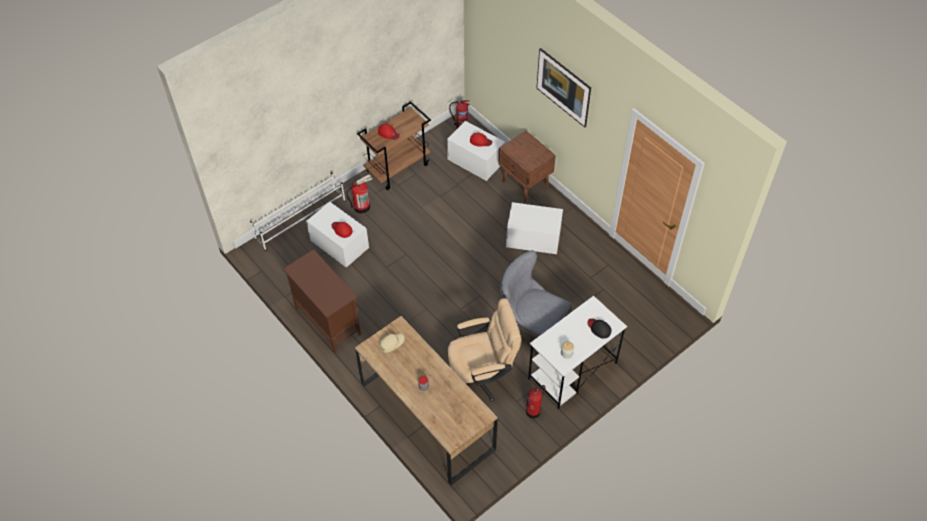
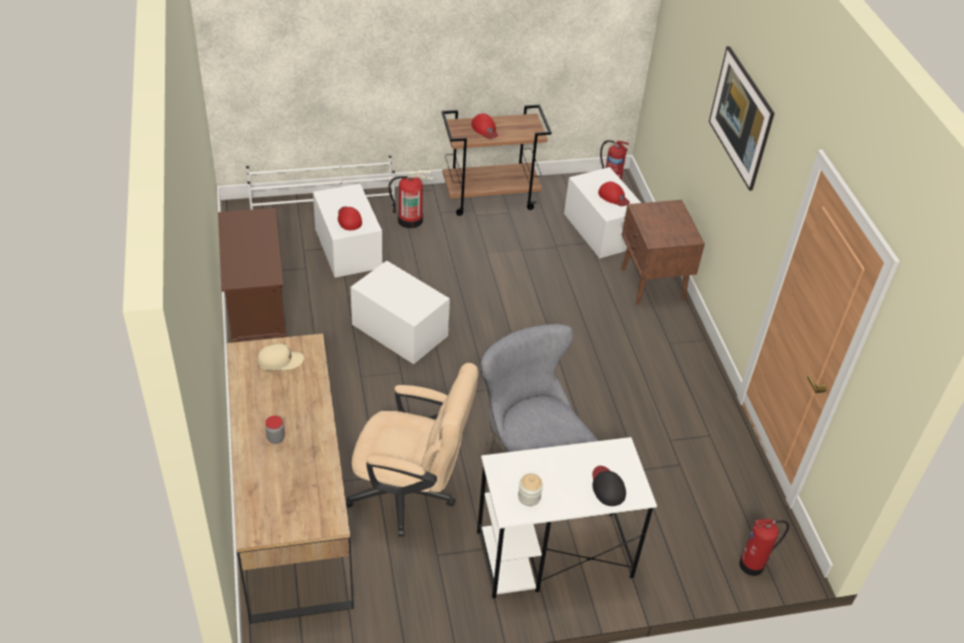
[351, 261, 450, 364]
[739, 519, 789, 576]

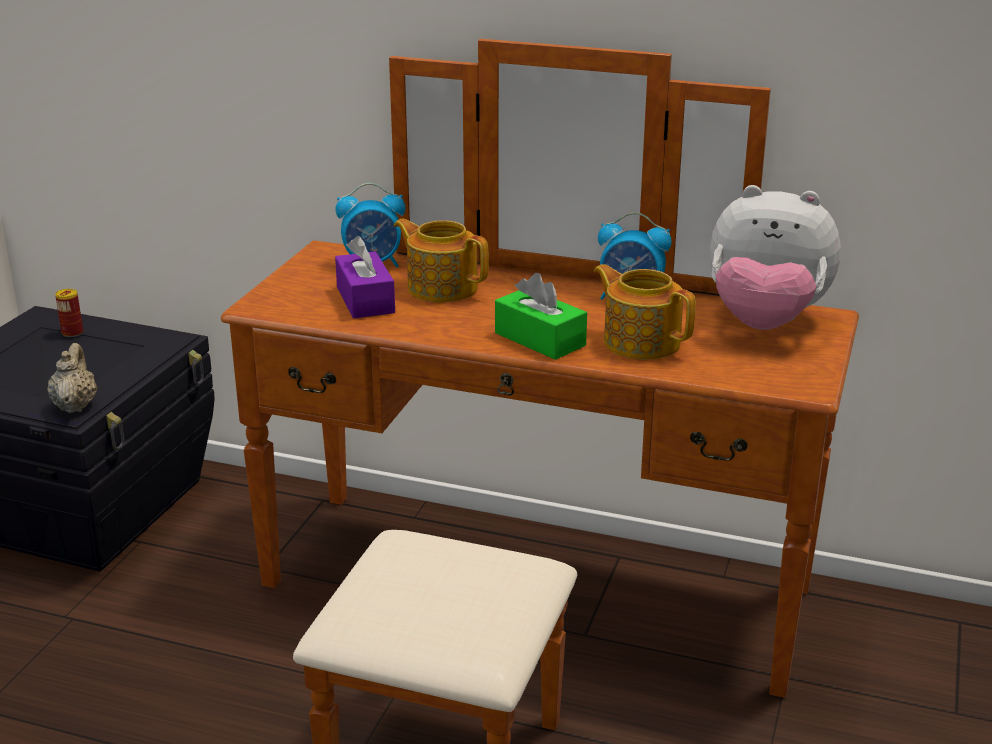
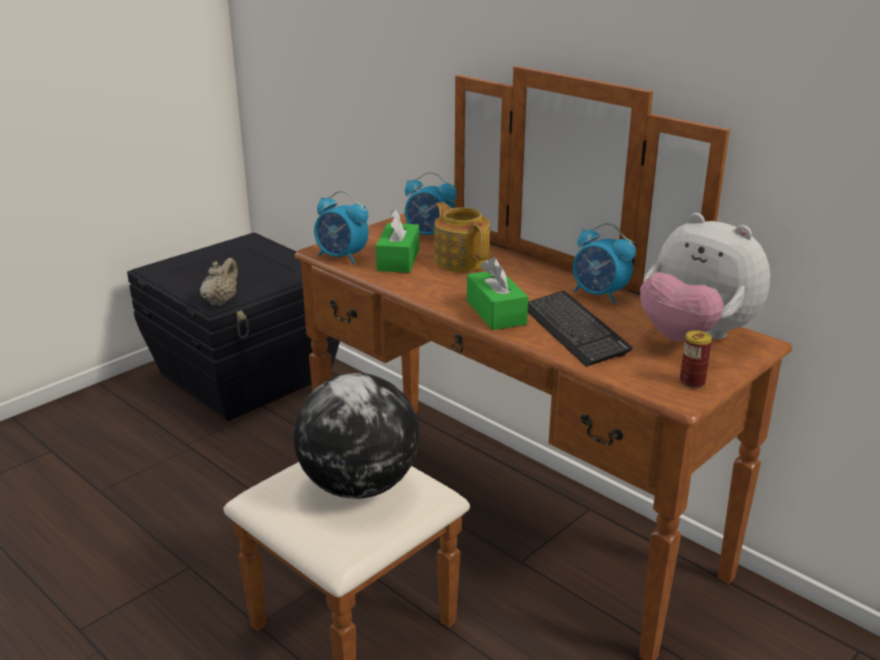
[294, 373, 419, 499]
[314, 191, 369, 264]
[376, 209, 419, 273]
[528, 291, 633, 367]
[680, 330, 712, 388]

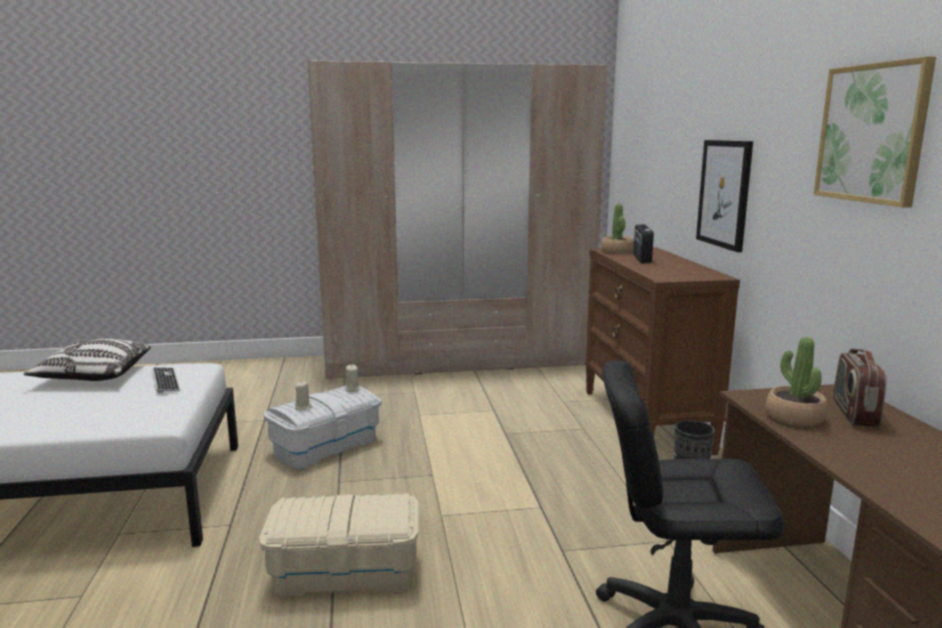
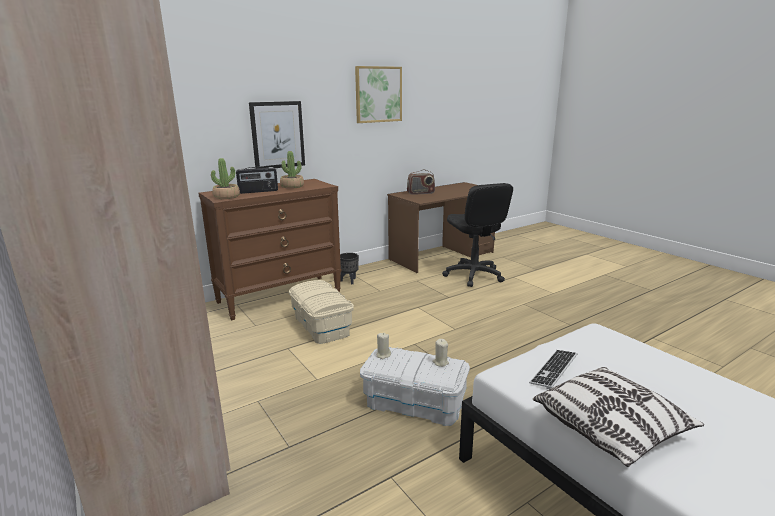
[280, 151, 304, 189]
[289, 280, 354, 344]

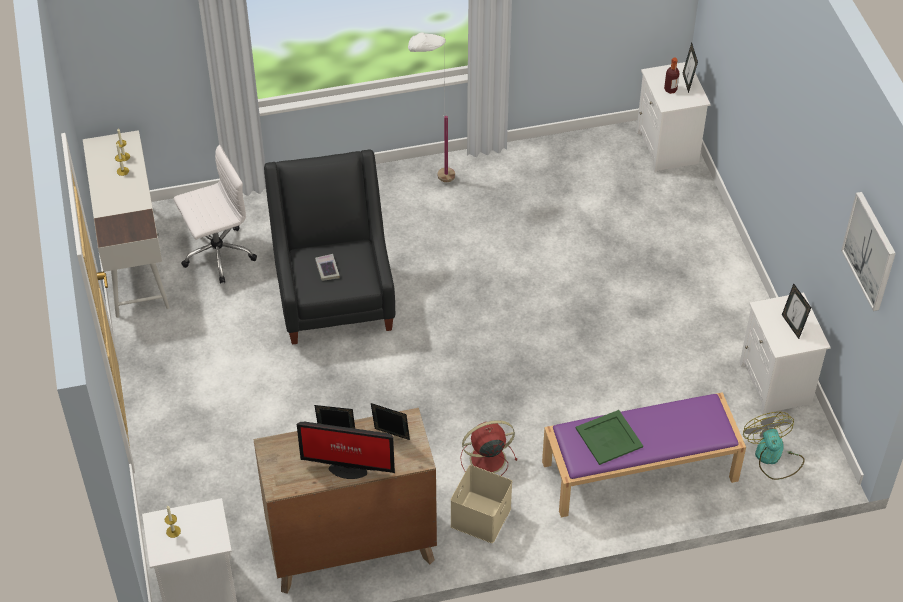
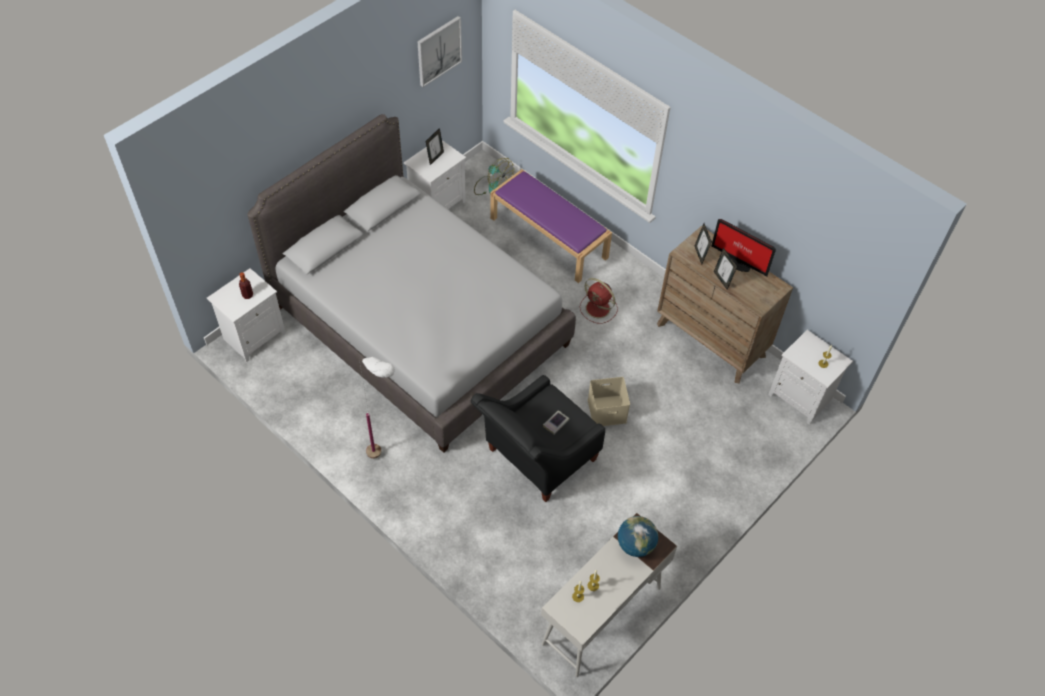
[247, 114, 576, 453]
[474, 158, 514, 195]
[588, 377, 630, 426]
[618, 516, 658, 557]
[711, 219, 776, 277]
[174, 145, 257, 284] (first image)
[576, 410, 643, 465] (first image)
[683, 42, 698, 93] (first image)

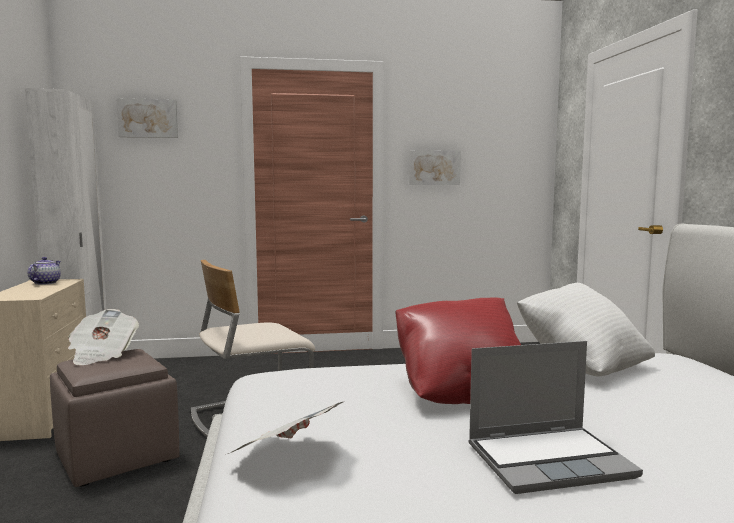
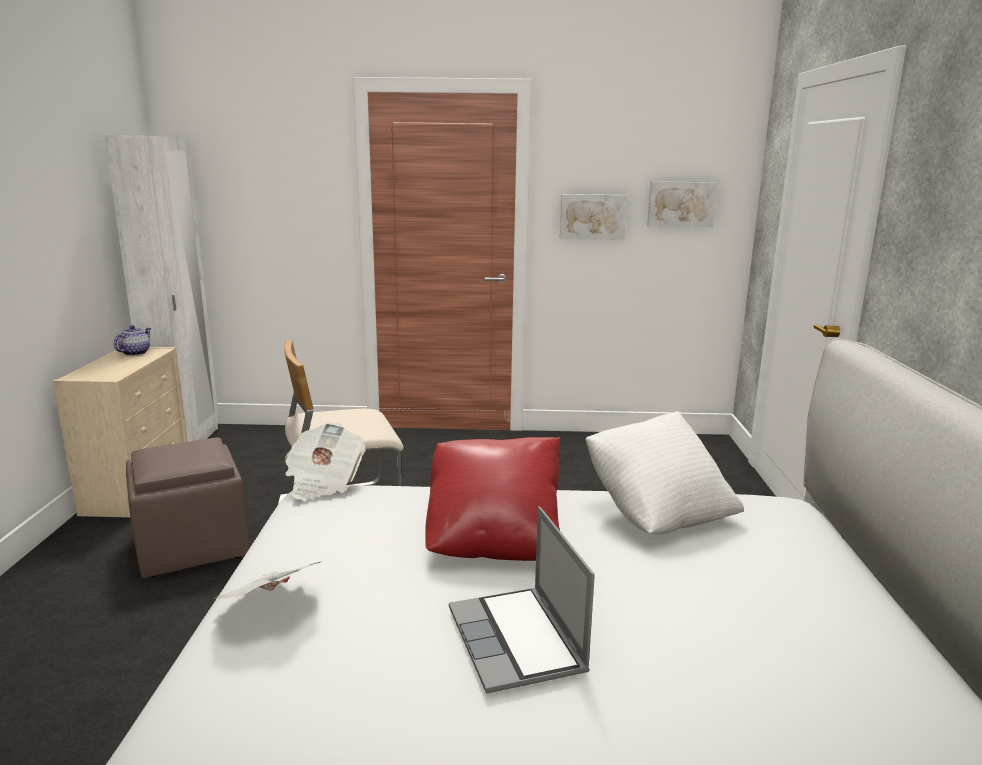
[285, 423, 366, 500]
[449, 506, 595, 694]
[647, 181, 718, 227]

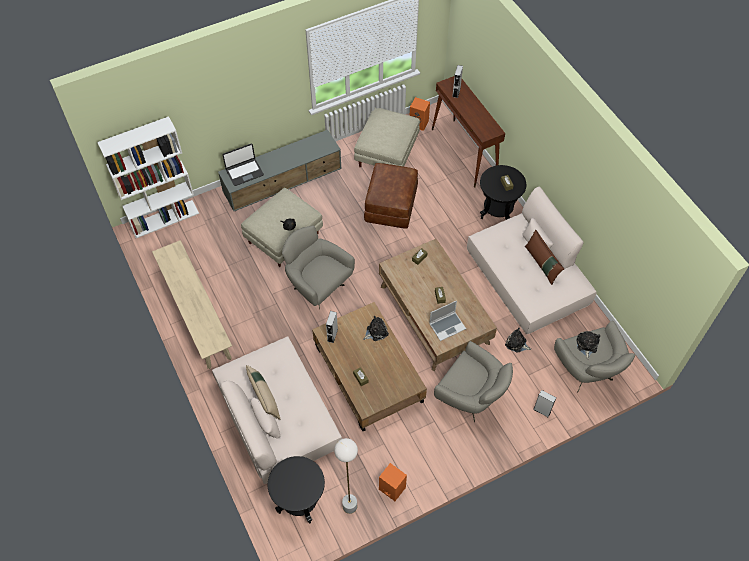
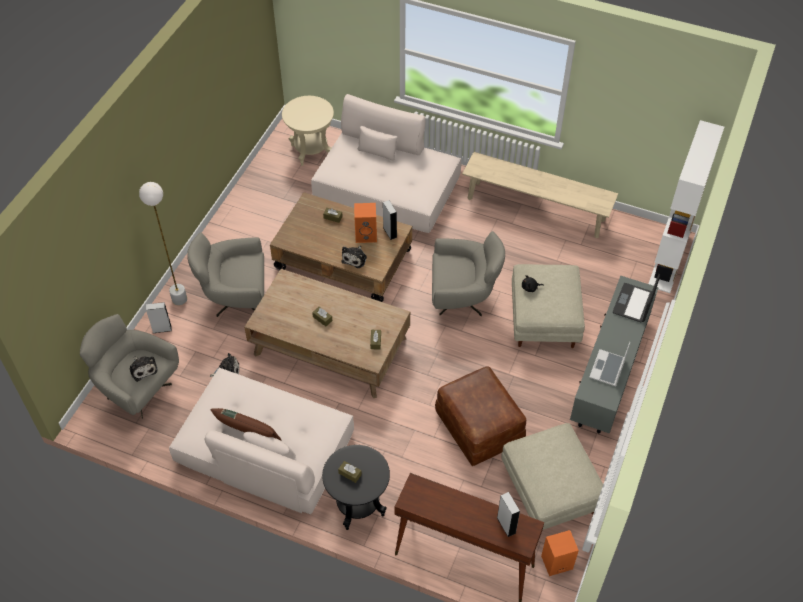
[139, 182, 187, 305]
[282, 96, 334, 166]
[354, 203, 377, 243]
[589, 342, 630, 386]
[246, 365, 280, 420] (first image)

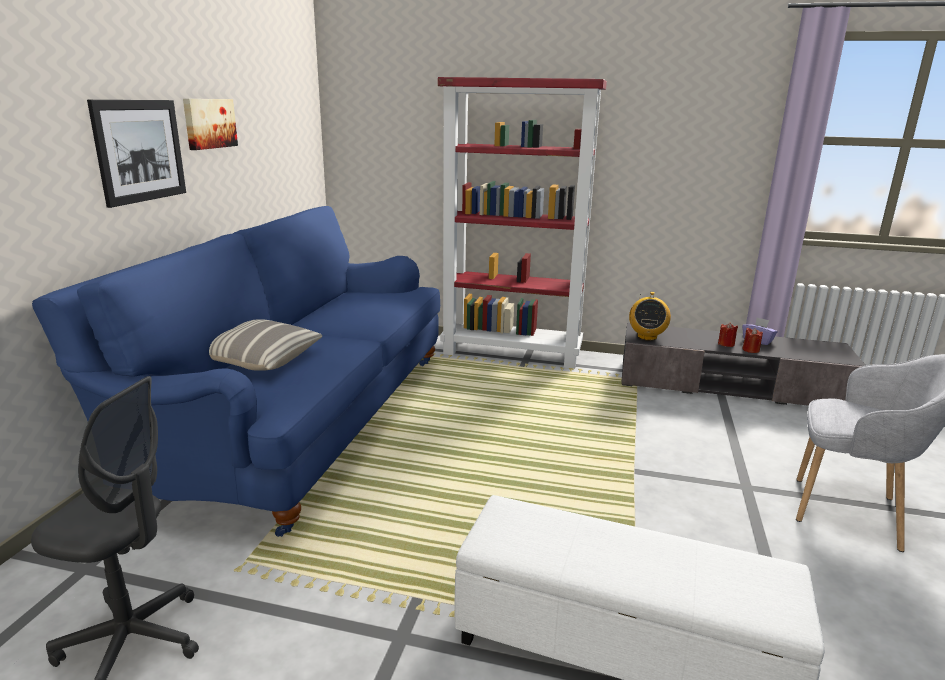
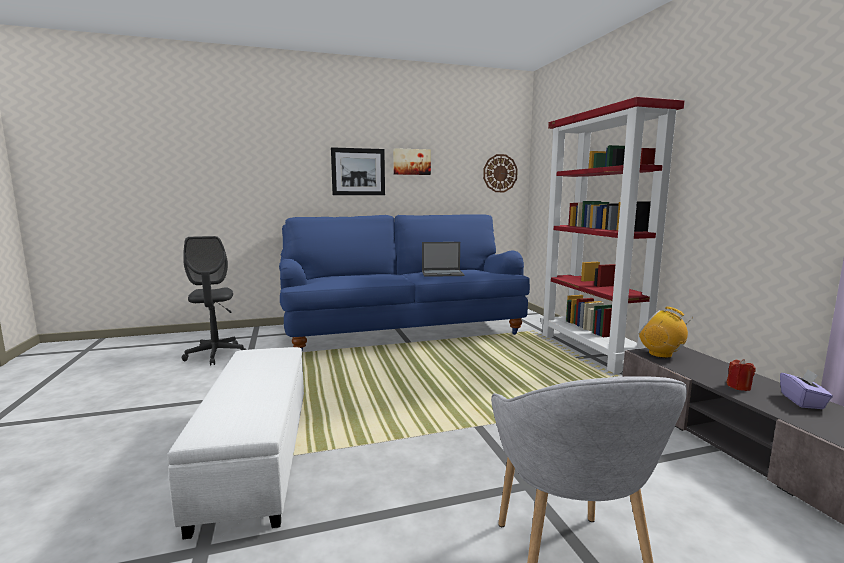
[422, 242, 465, 277]
[483, 154, 518, 192]
[638, 307, 694, 358]
[209, 319, 322, 371] (first image)
[742, 328, 763, 353] (first image)

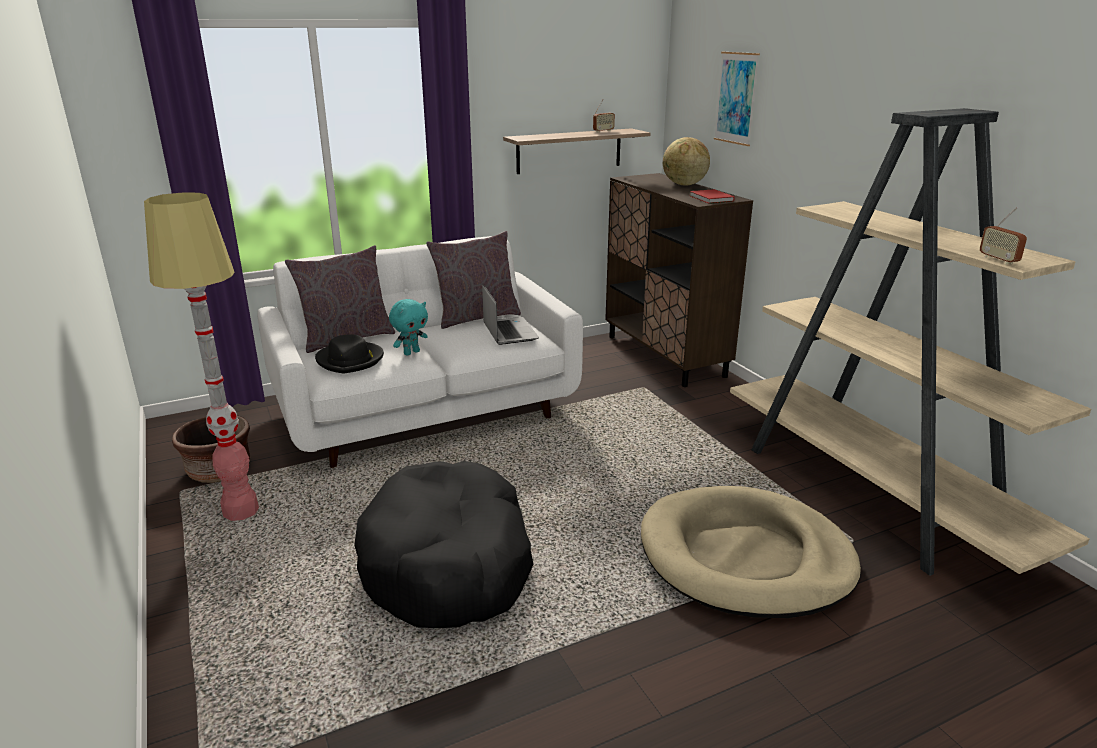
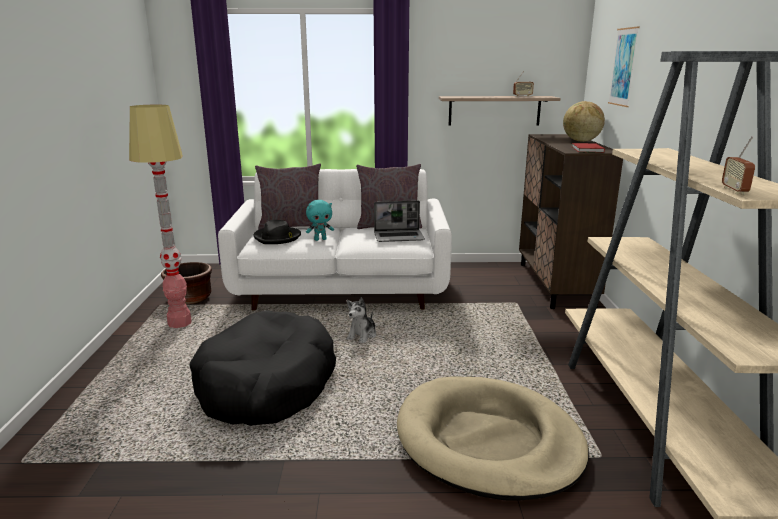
[346, 297, 376, 343]
[374, 200, 425, 242]

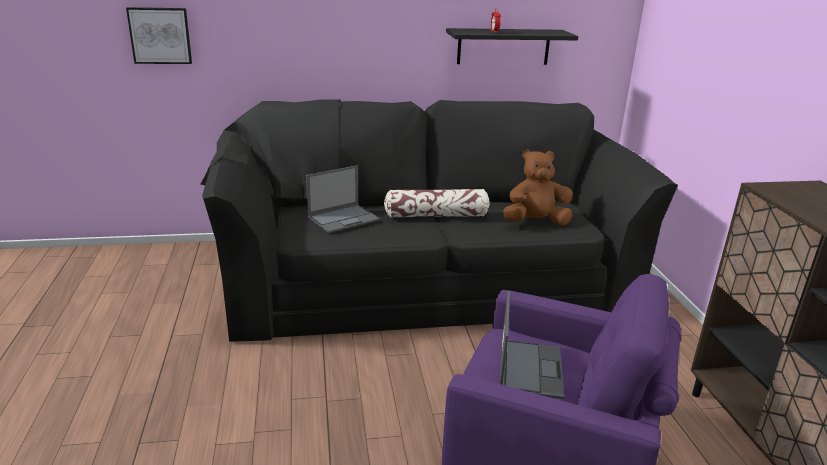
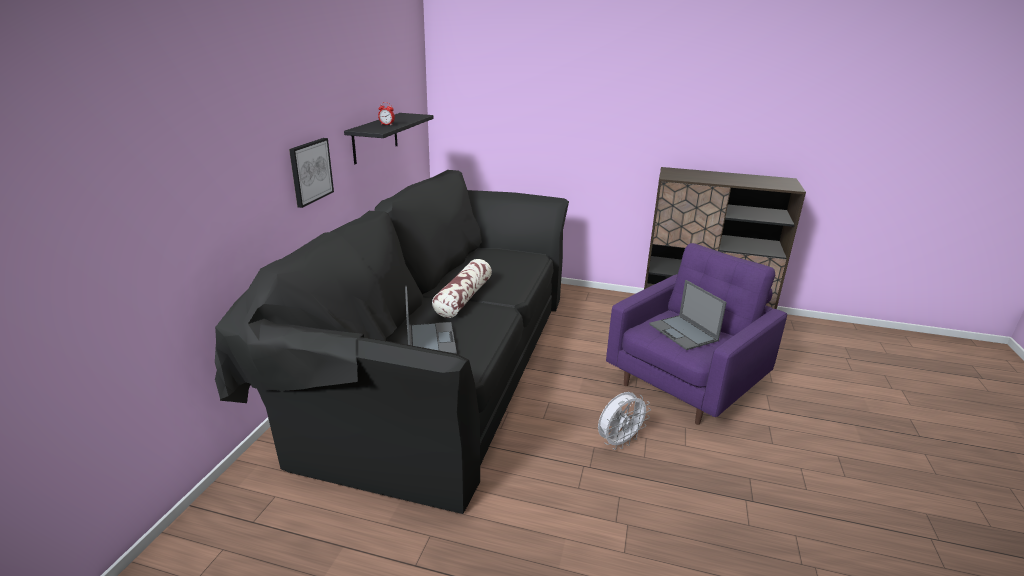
[289, 138, 334, 208]
[598, 392, 651, 450]
[649, 280, 727, 350]
[503, 149, 573, 225] (first image)

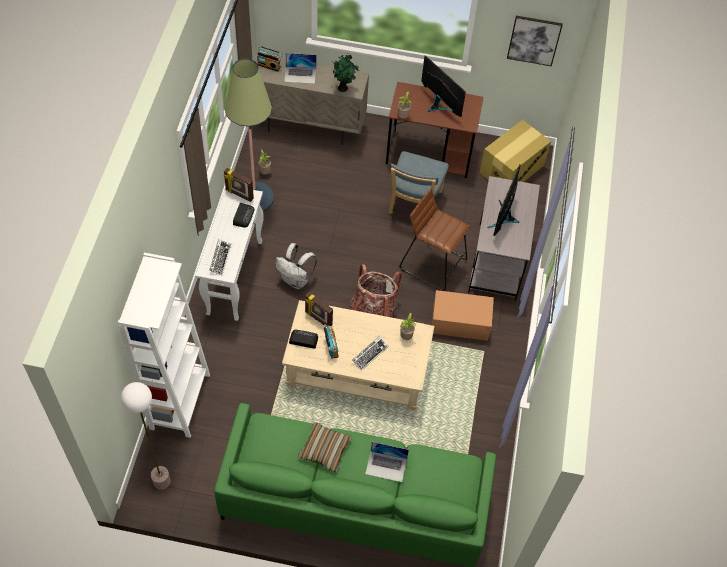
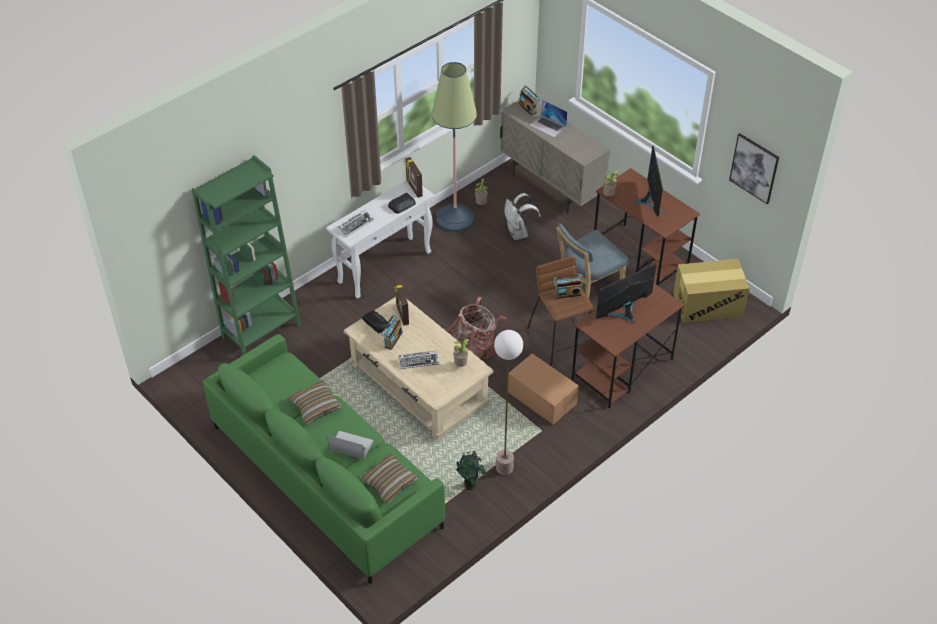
[192, 155, 301, 355]
[327, 431, 373, 460]
[359, 454, 419, 503]
[456, 451, 486, 490]
[494, 330, 523, 475]
[504, 193, 541, 240]
[554, 274, 583, 299]
[572, 283, 684, 409]

